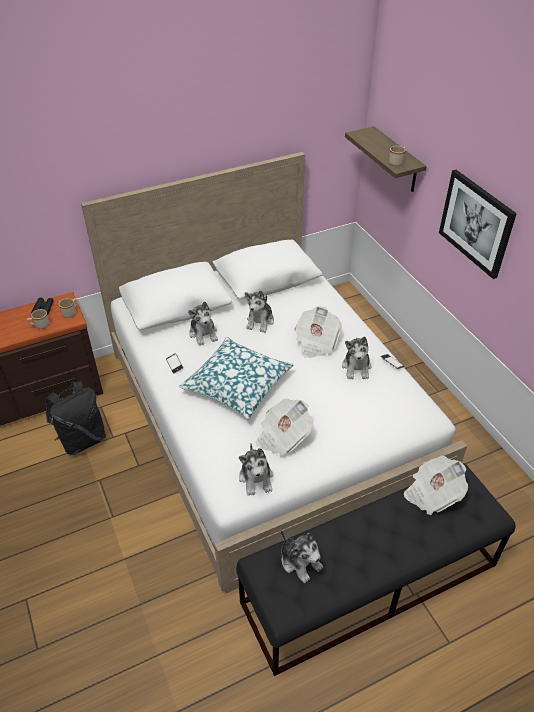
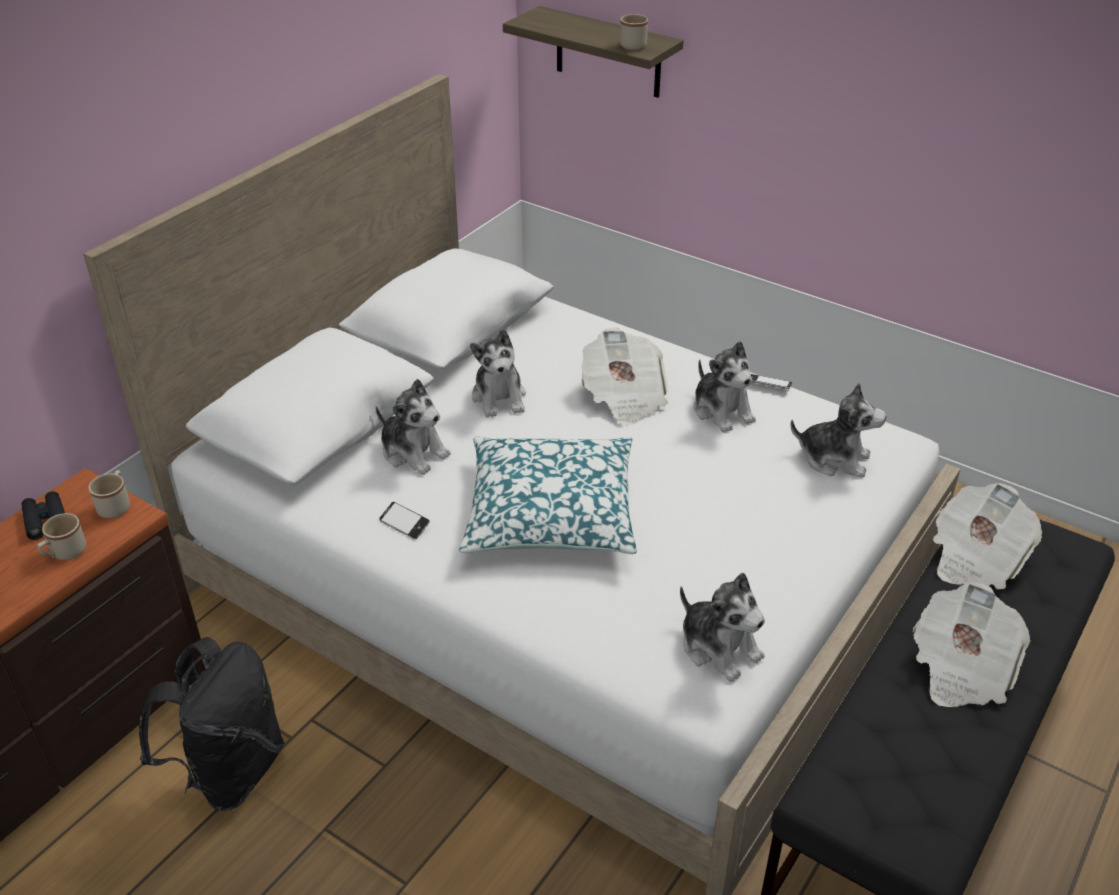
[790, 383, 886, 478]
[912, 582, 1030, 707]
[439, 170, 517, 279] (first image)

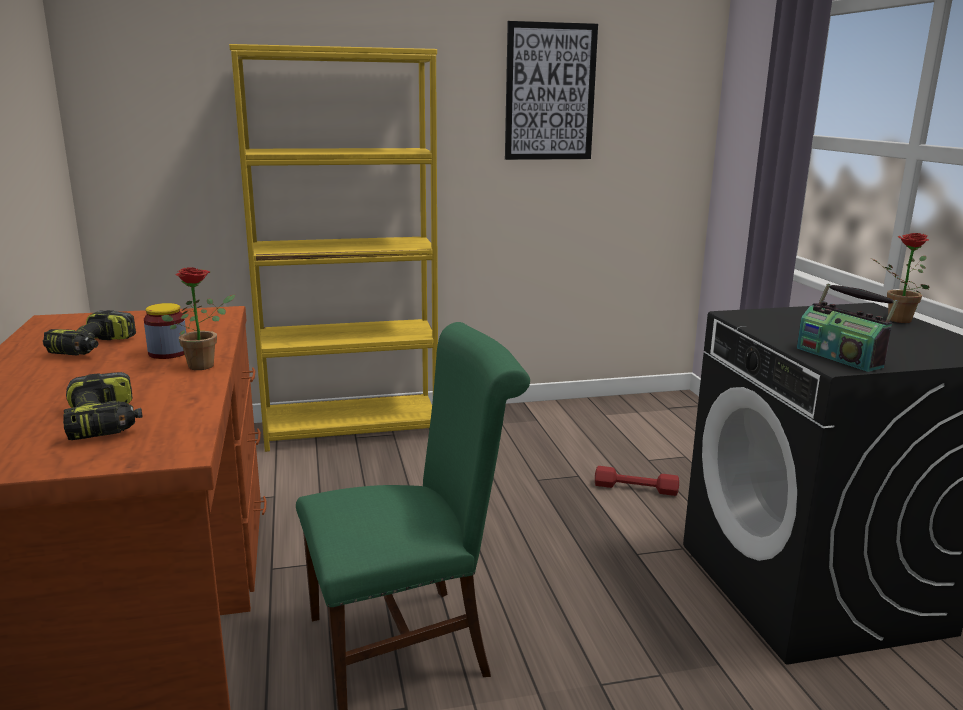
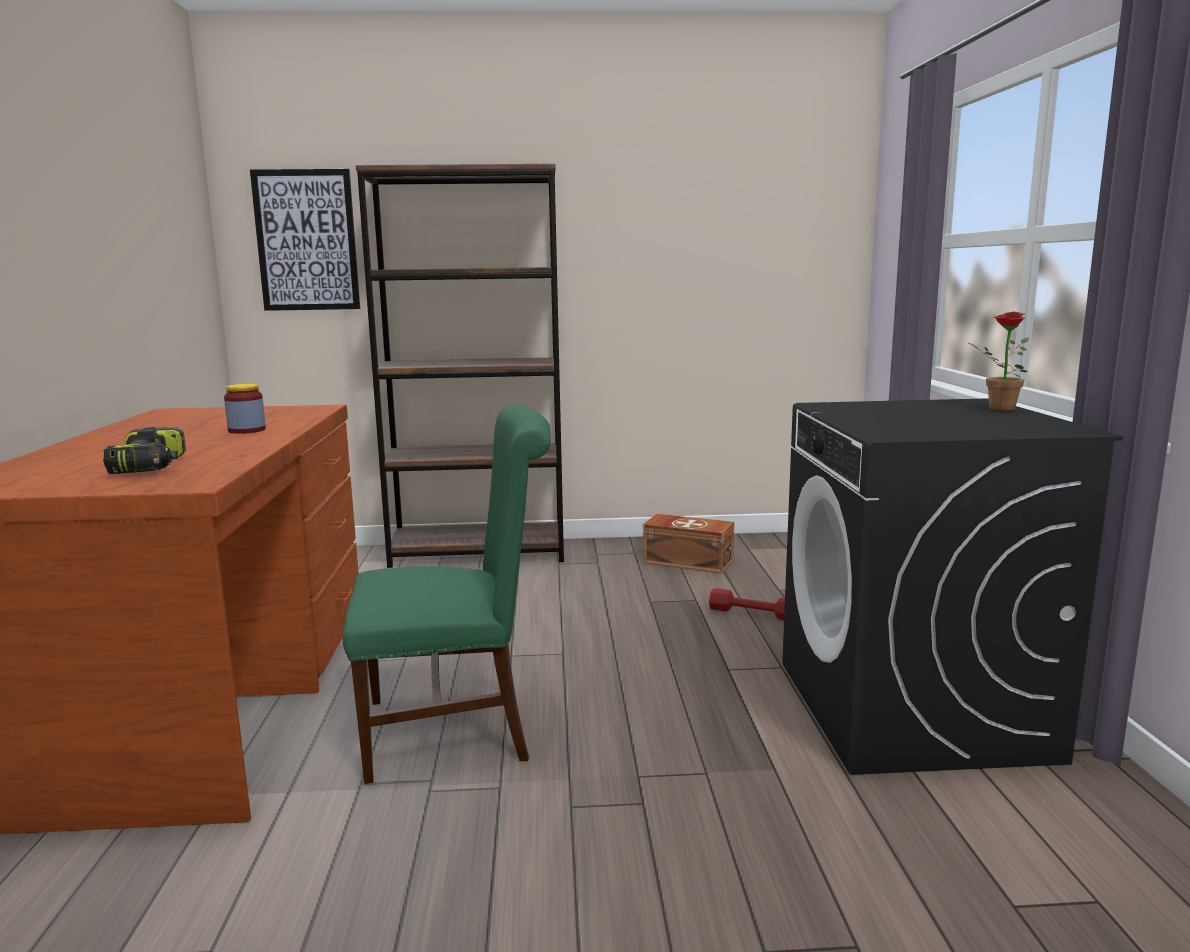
[250, 169, 360, 311]
[356, 164, 564, 568]
[643, 514, 734, 574]
[43, 310, 136, 355] (first image)
[161, 267, 235, 370] (first image)
[797, 284, 898, 372] (first image)

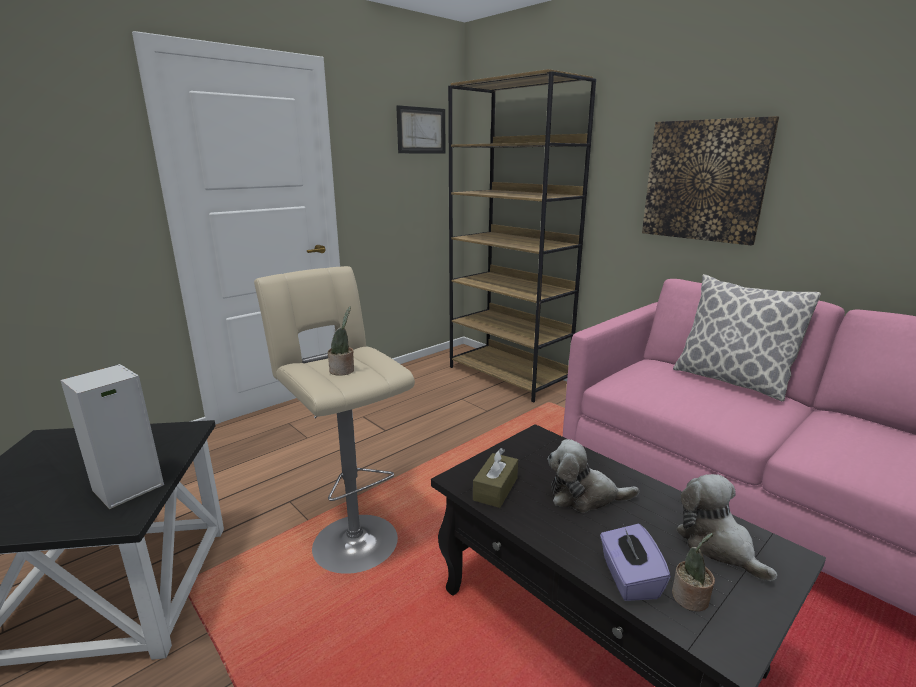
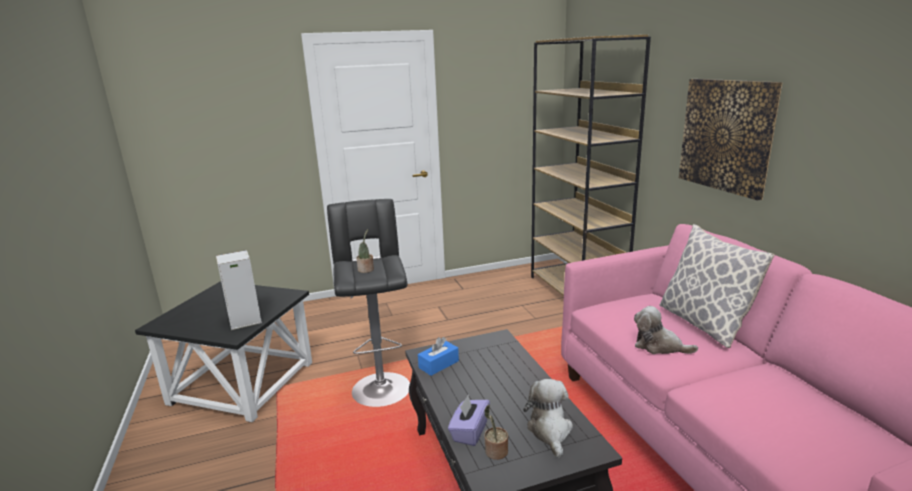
[327, 199, 410, 407]
[418, 337, 459, 376]
[634, 306, 698, 354]
[396, 105, 446, 153] (first image)

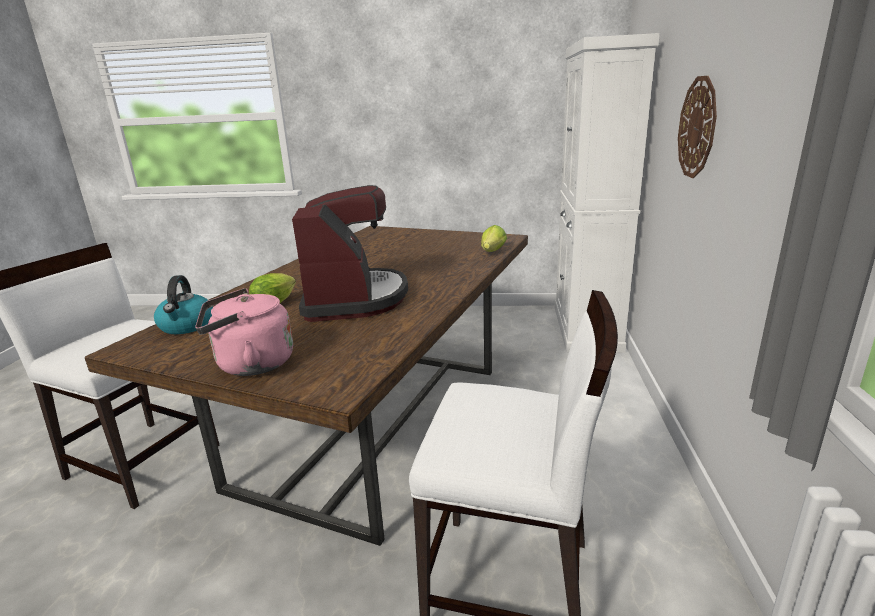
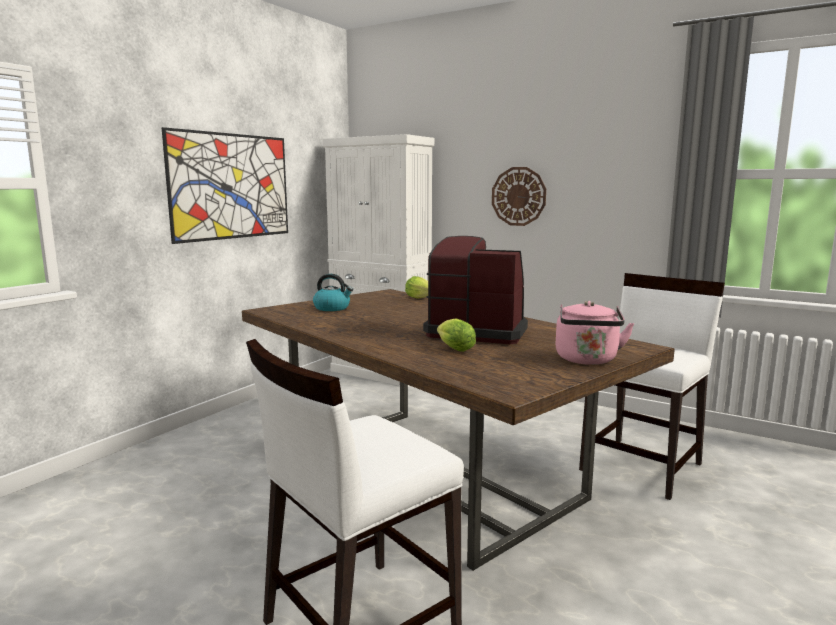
[162, 127, 288, 244]
[313, 274, 353, 311]

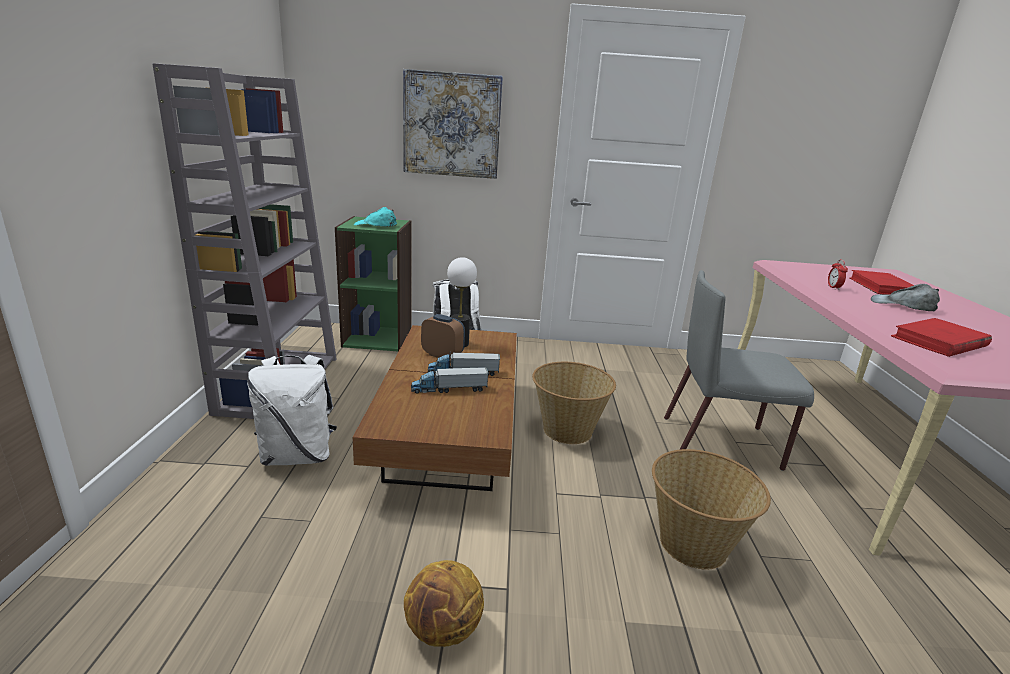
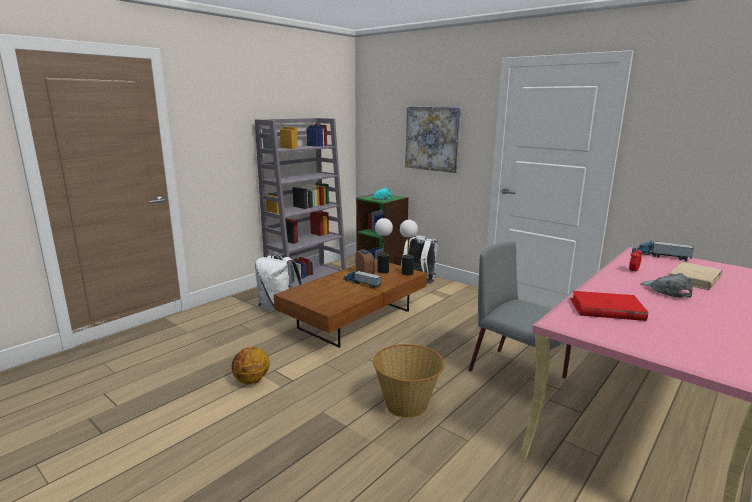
[400, 220, 418, 275]
[632, 240, 694, 261]
[669, 262, 723, 290]
[532, 362, 616, 444] (first image)

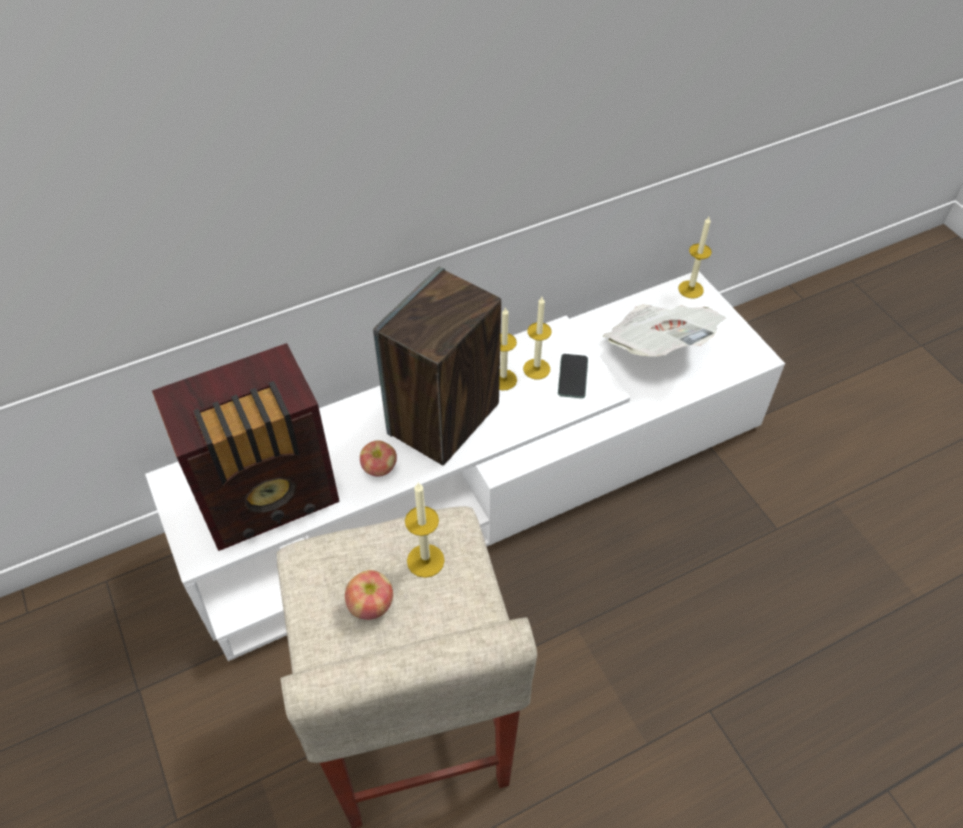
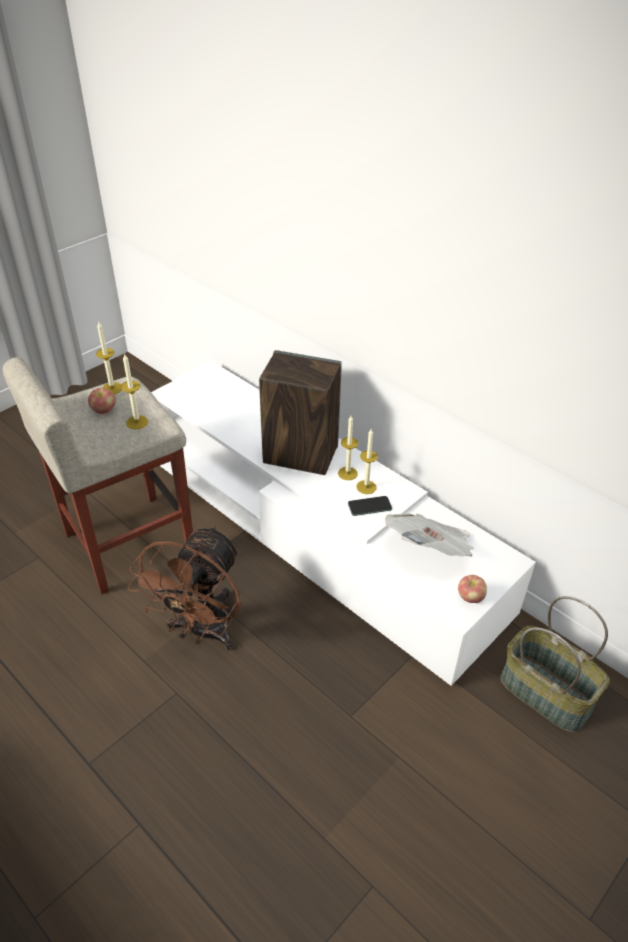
[96, 321, 122, 394]
[128, 525, 241, 650]
[458, 575, 487, 603]
[501, 596, 610, 732]
[152, 343, 340, 551] (first image)

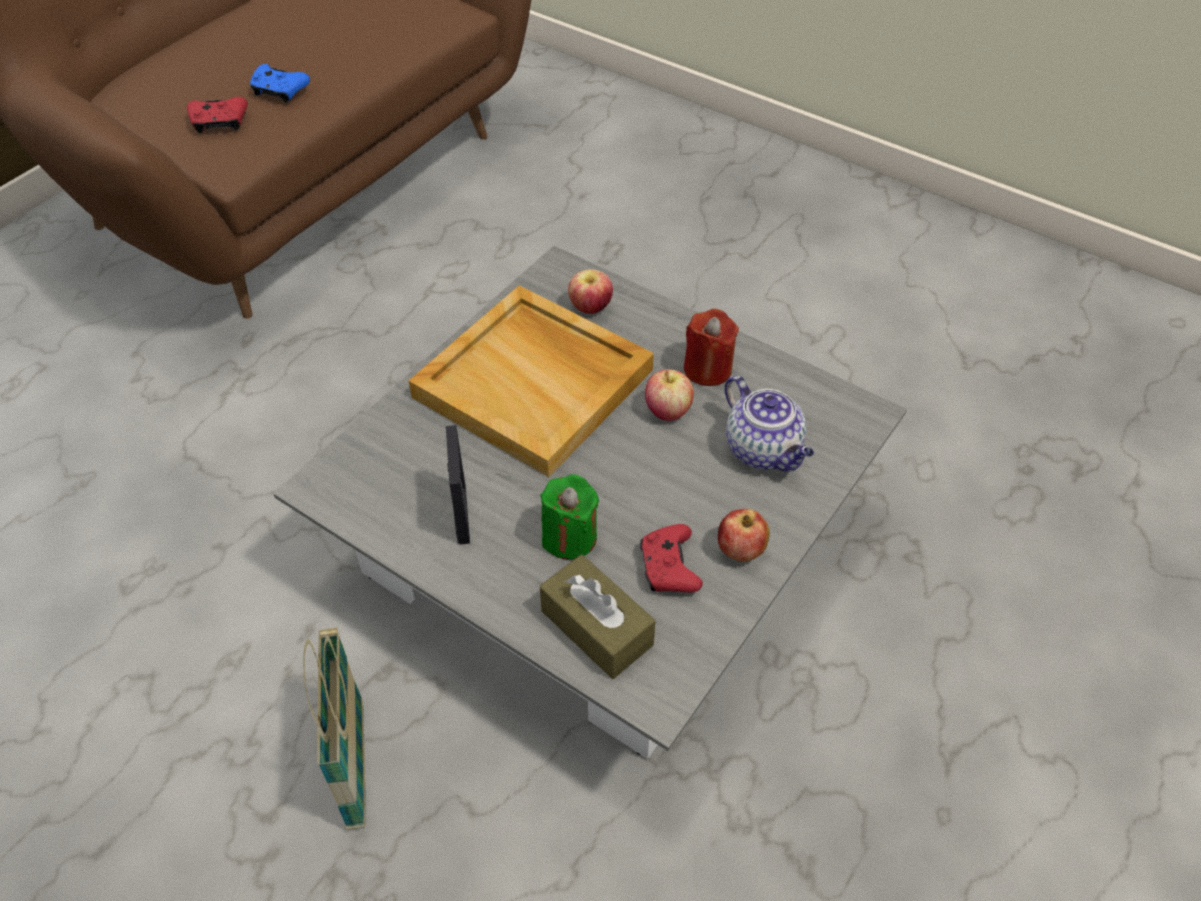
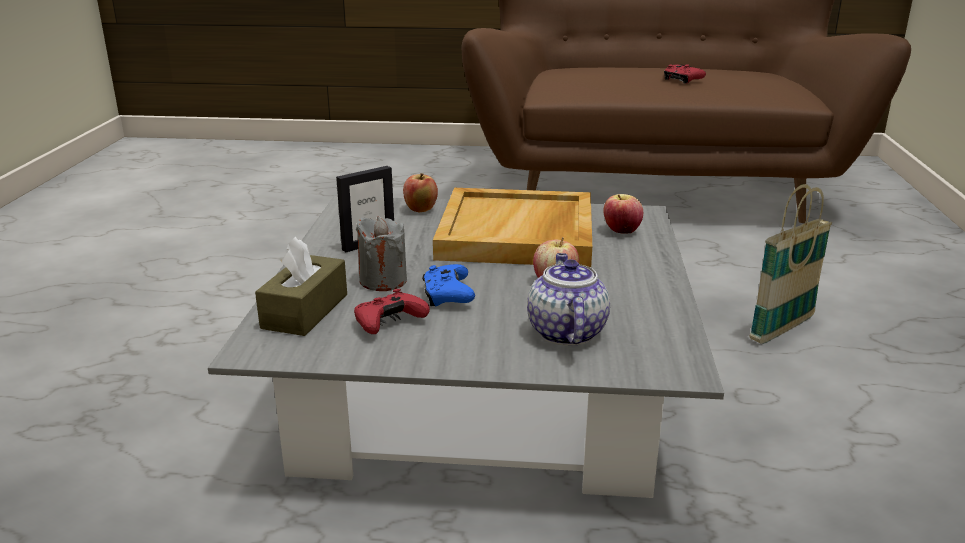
[356, 216, 407, 291]
[403, 173, 438, 212]
[422, 264, 475, 306]
[527, 253, 610, 346]
[664, 64, 706, 84]
[749, 184, 832, 344]
[684, 309, 739, 386] (first image)

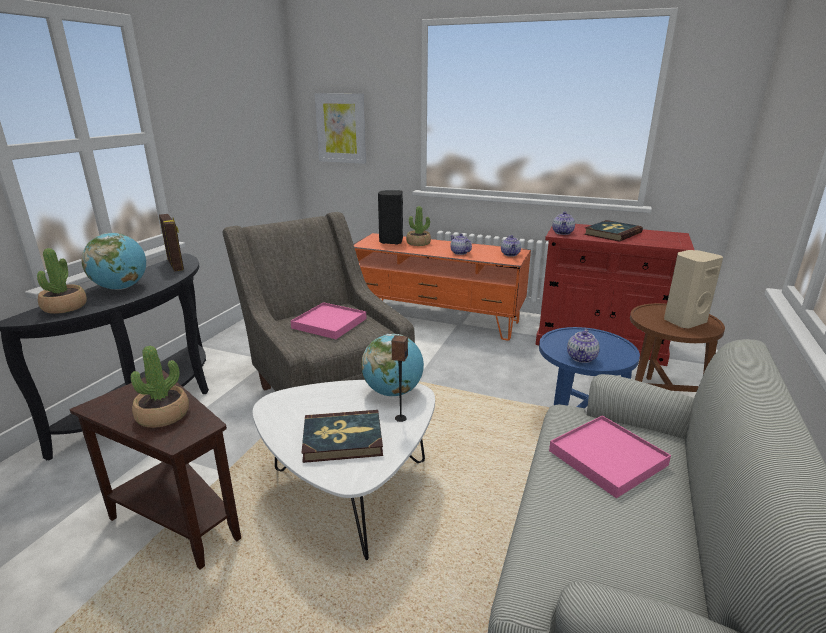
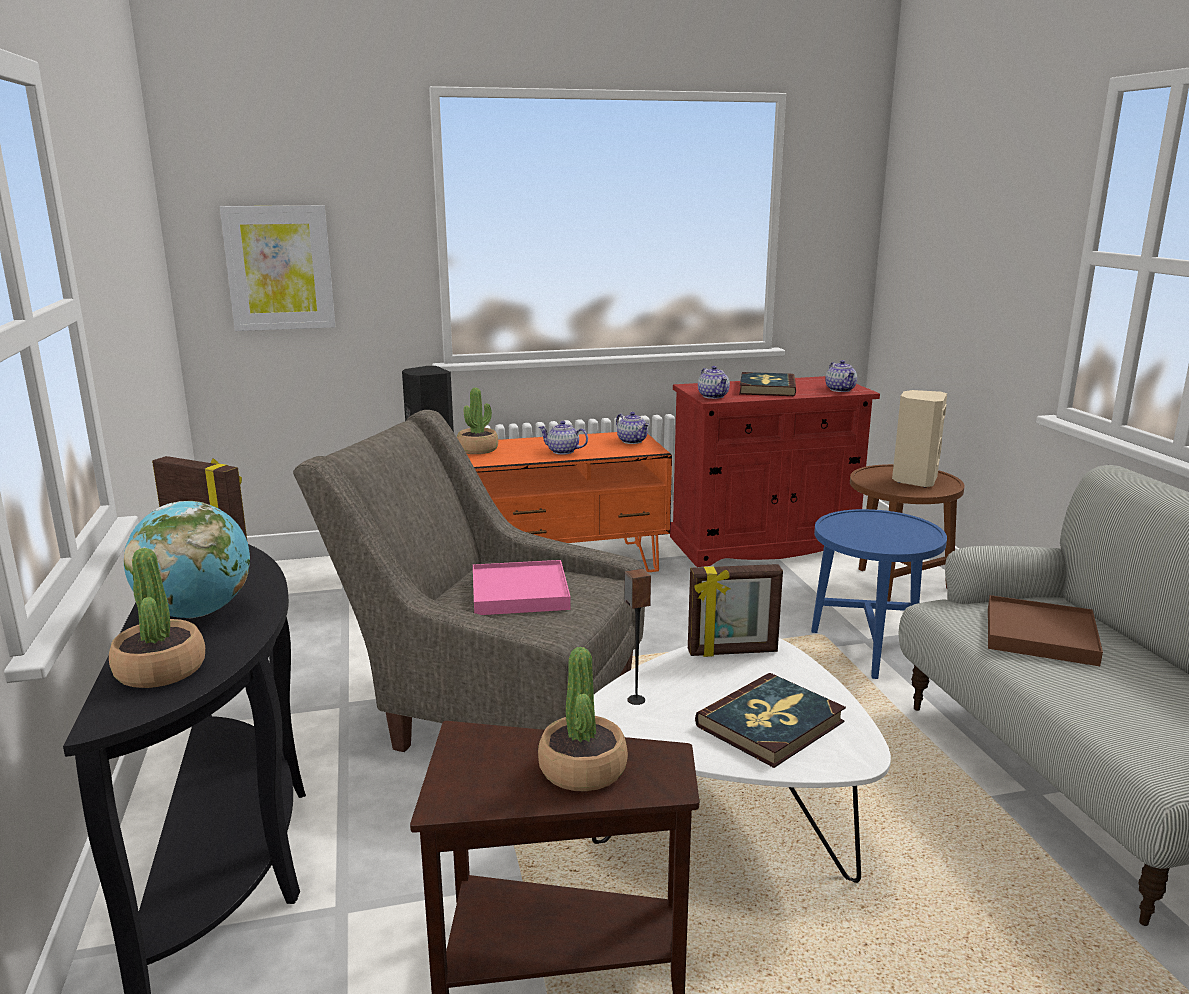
[624, 569, 651, 705]
[688, 564, 783, 657]
[825, 360, 857, 392]
[988, 595, 1103, 666]

